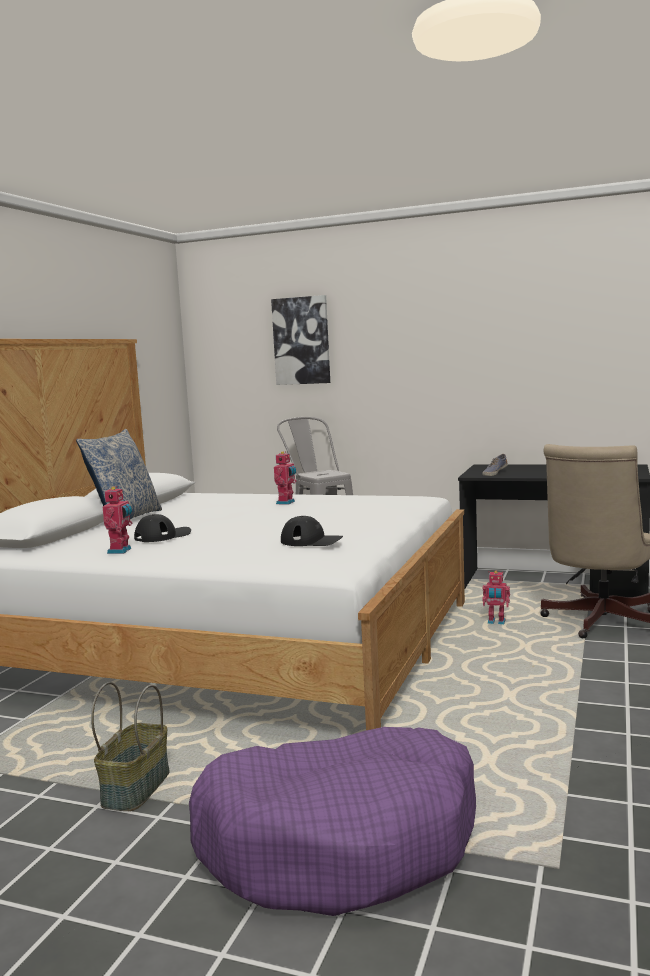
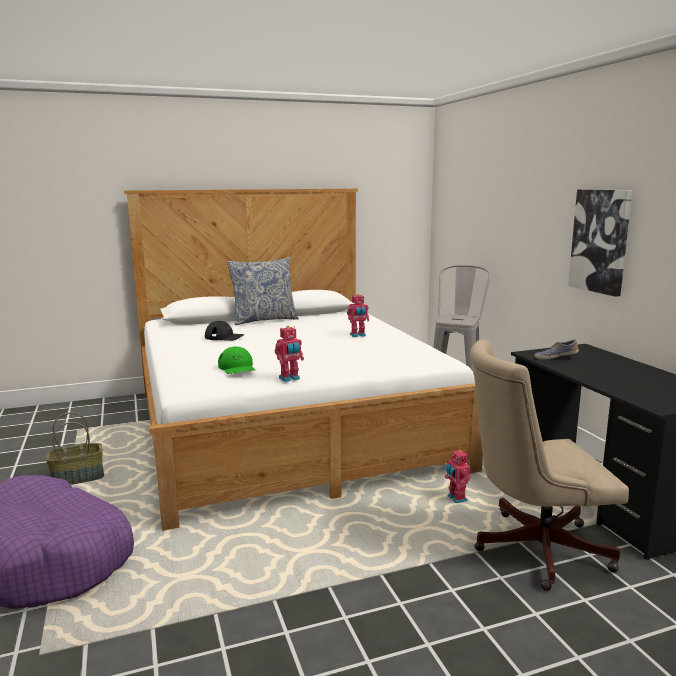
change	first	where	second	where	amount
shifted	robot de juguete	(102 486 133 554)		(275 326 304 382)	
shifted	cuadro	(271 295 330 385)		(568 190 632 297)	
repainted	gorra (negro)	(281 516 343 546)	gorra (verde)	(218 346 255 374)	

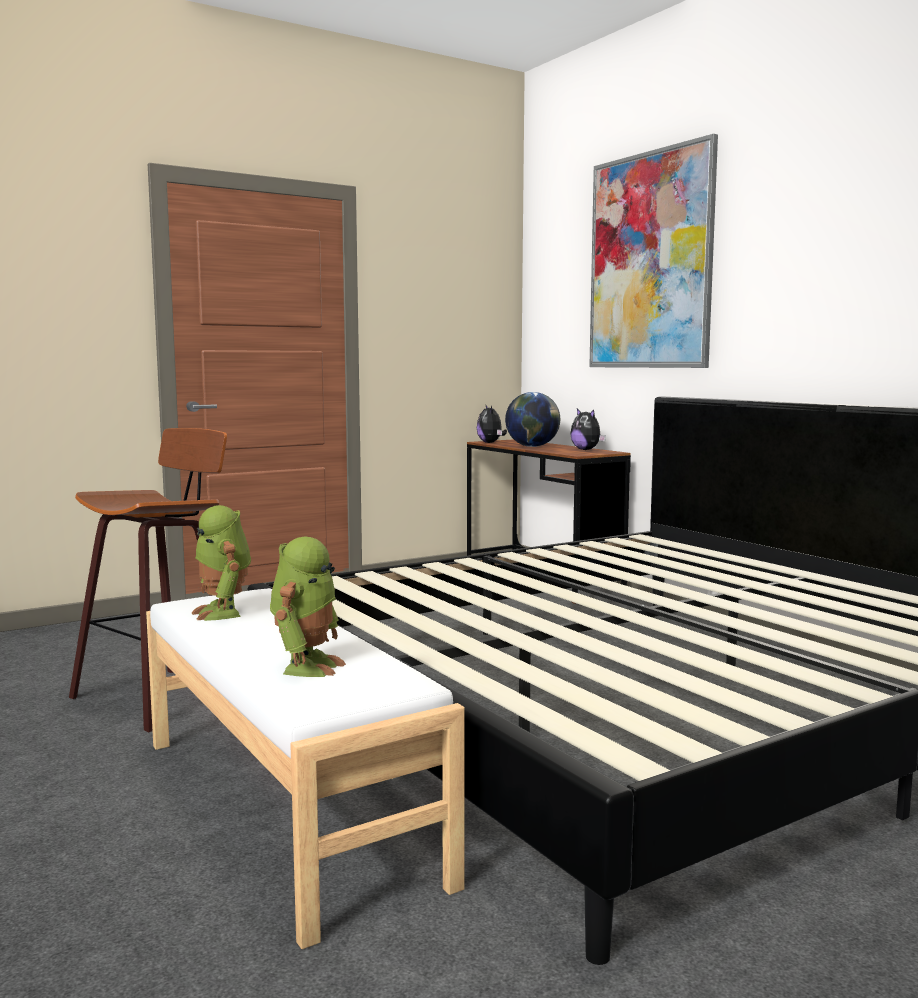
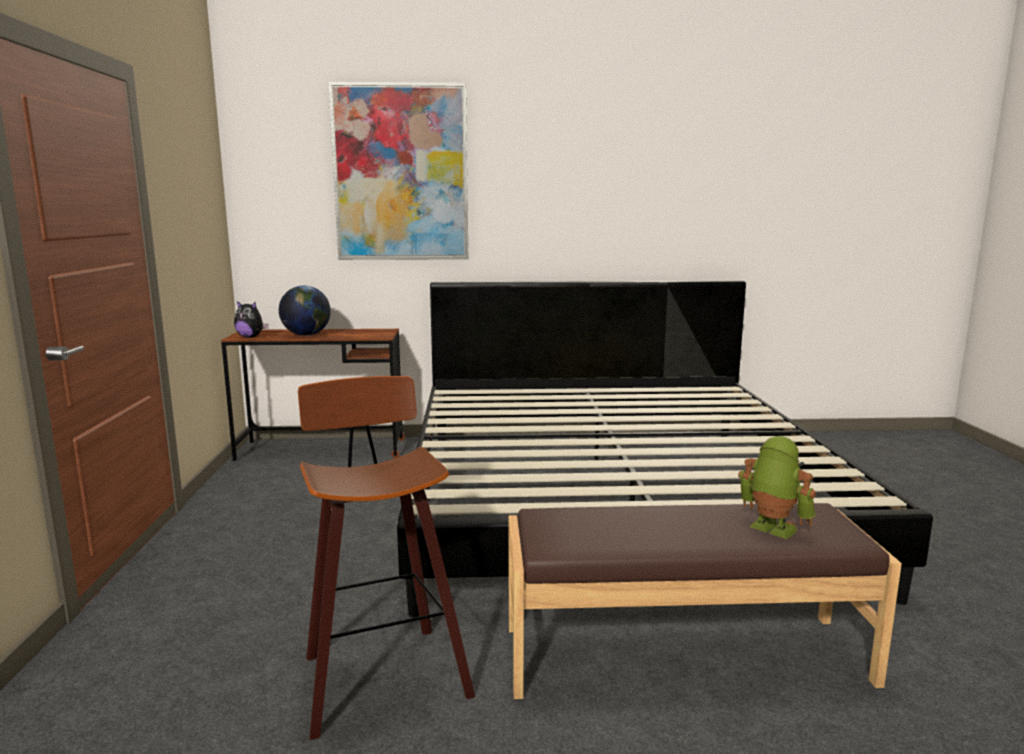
change	first	where	second	where	amount
gone	robot de juguete	(191 505 251 621)			
gone	peluche	(570 409 606 450)			
repainted	banco (blanco)	(146 588 465 949)	banco (marrón)	(509 503 902 699)	

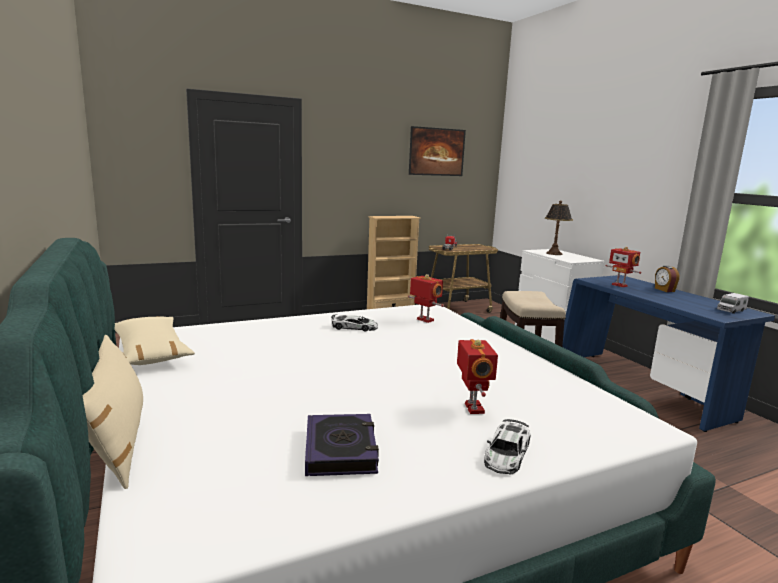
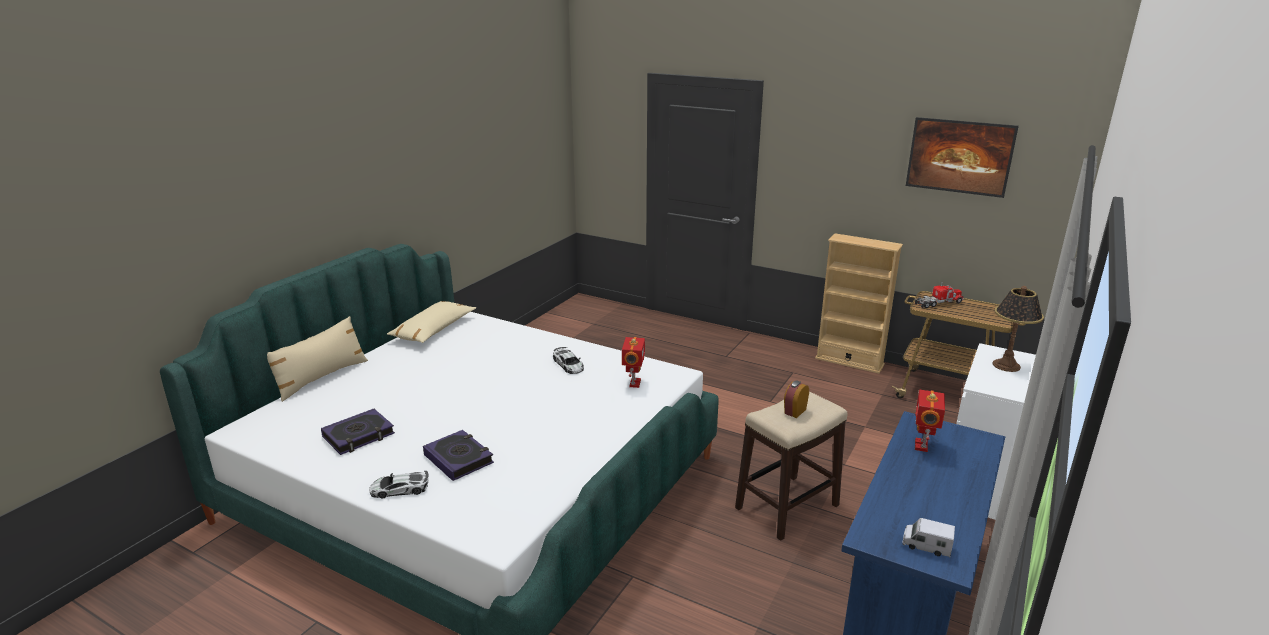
change	first	where	second	where	amount
shifted	despertador	(655 266 679 292)		(784 381 809 418)	
swapped	robot de juguete	(457 339 498 414)	libro	(423 430 494 481)	

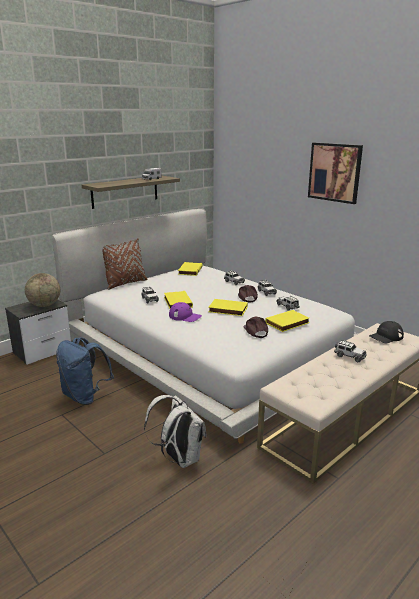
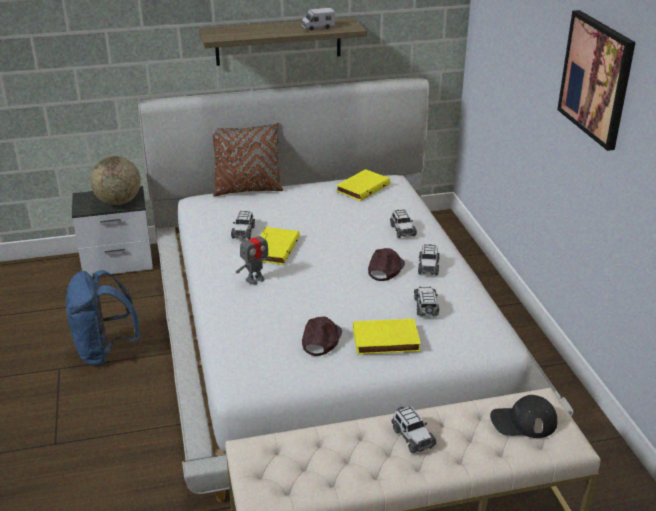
change	first	where	second	where	amount
gone	mochila (blanco)	(144 395 206 468)			
gone	libro (amarillo)	(208 299 248 316)			
swapped	gorra (morado)	(169 302 202 322)	robot de juguete	(236 228 272 284)	

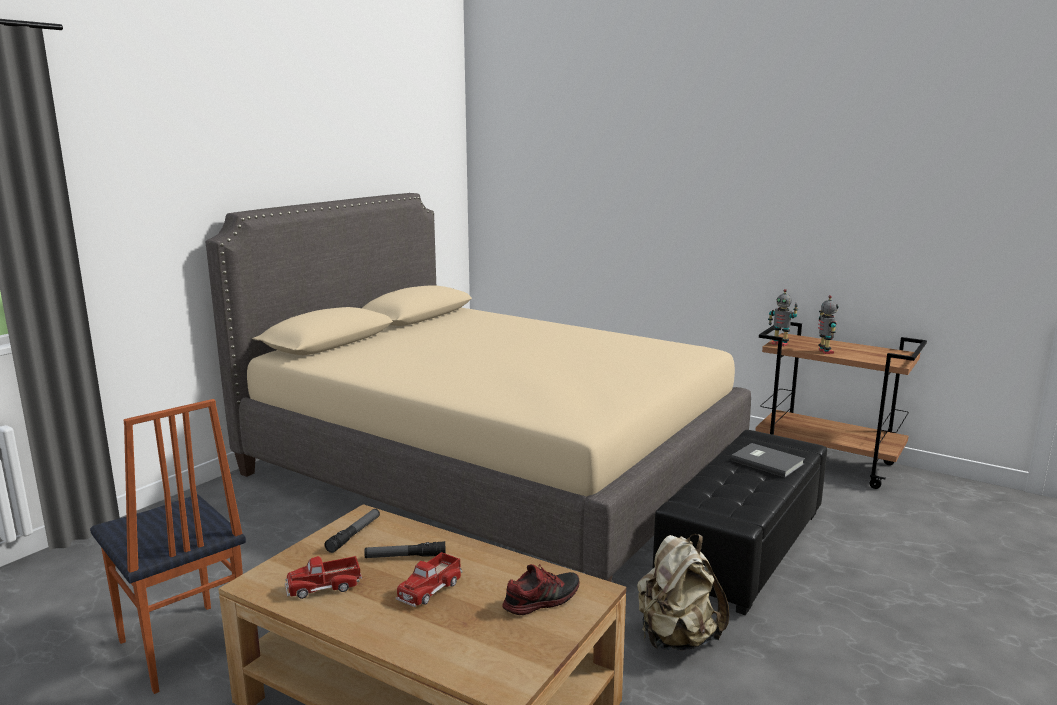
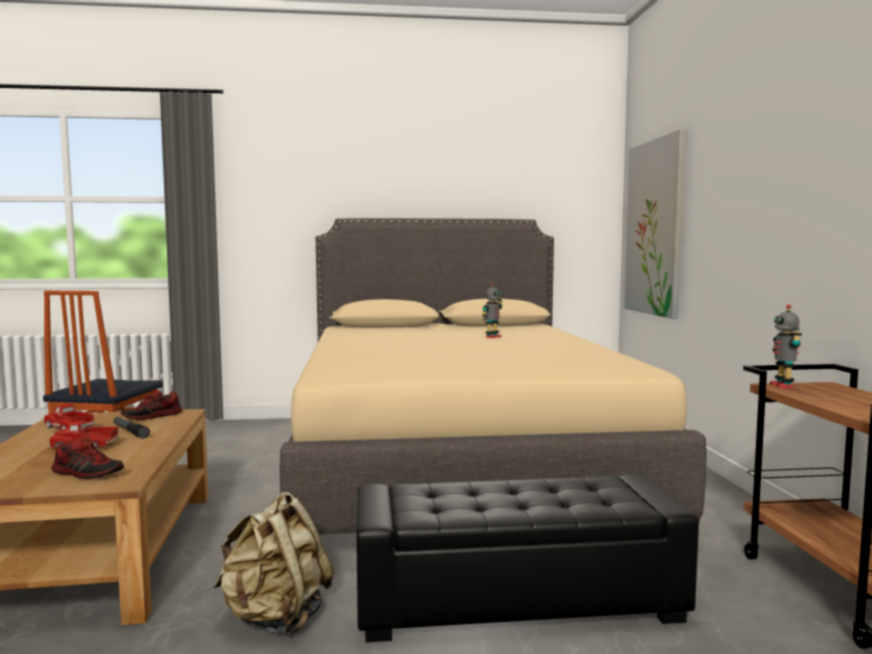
change	first	where	second	where	amount
gone	libro (gris)	(731 443 805 477)			
new			cuadro	(624 129 686 319)	
shifted	robot de juguete	(818 295 839 354)		(482 283 502 338)	
swapped	linterna	(324 509 380 553)	zapato	(121 389 182 420)	

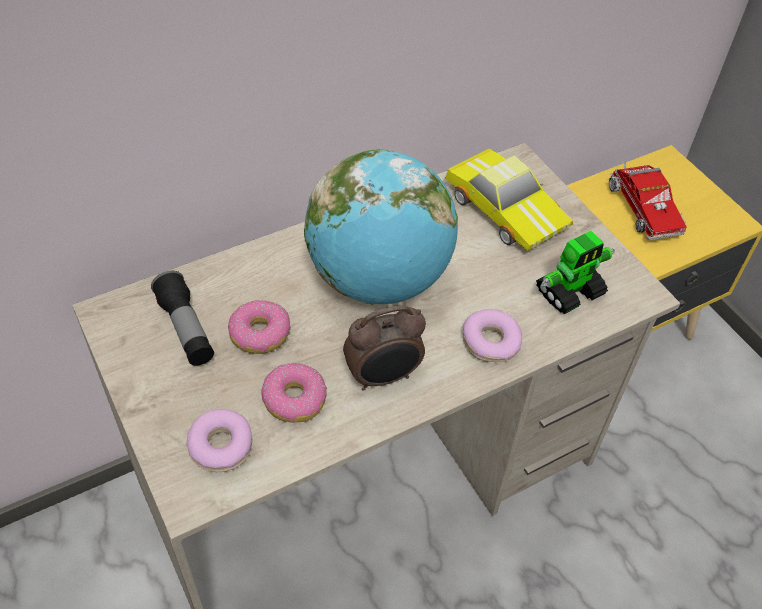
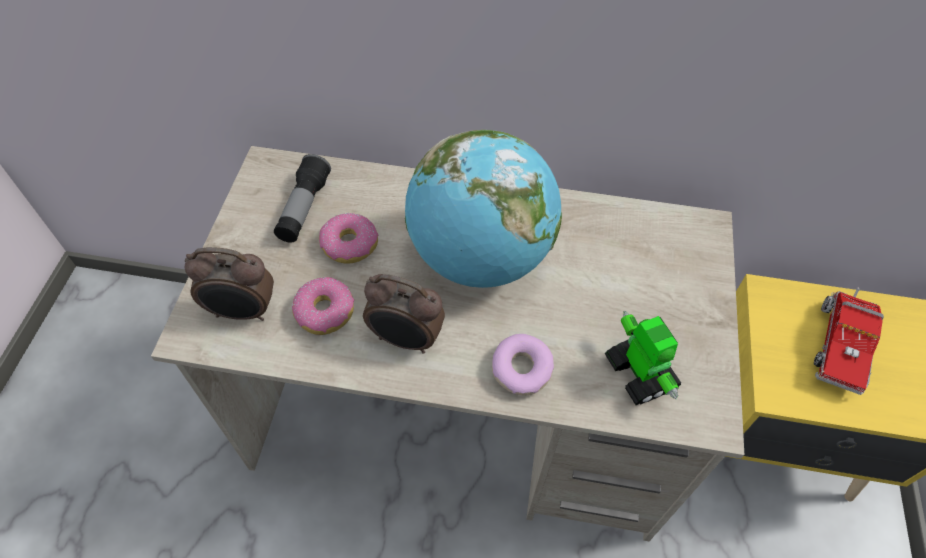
change	first	where	second	where	amount
gone	coche de juguete	(445 149 573 251)			
swapped	rosquilla	(186 409 252 472)	despertador	(185 247 274 321)	
rotated	robot de juguete	(536 231 615 314)		(605 311 681 405)	120 degrees counterclockwise

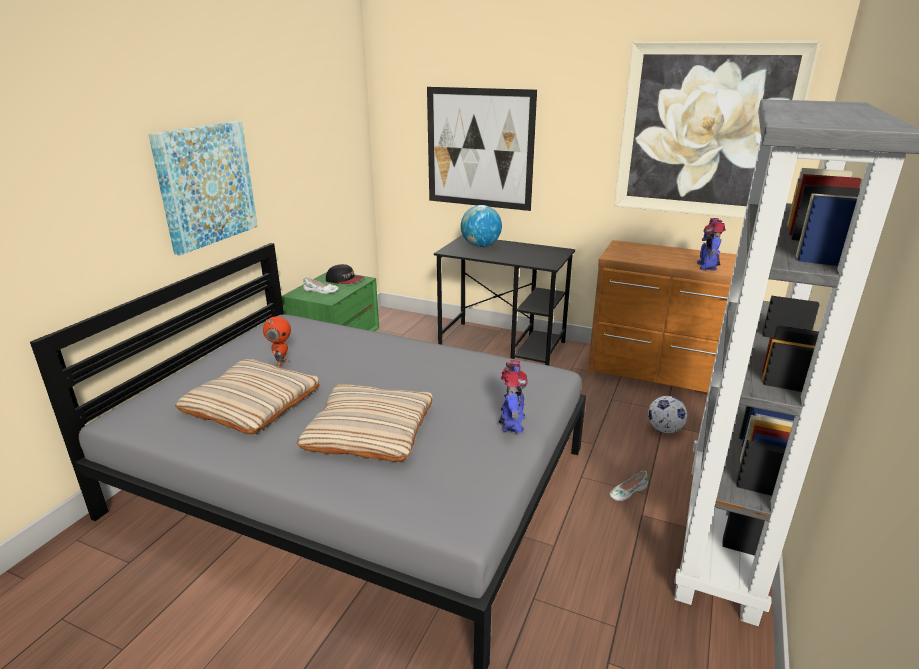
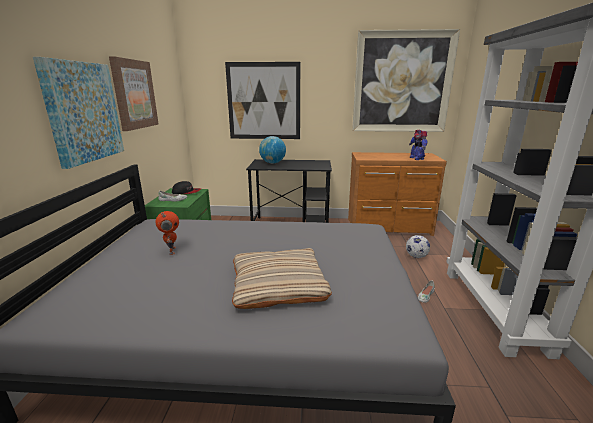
change	first	where	second	where	amount
gone	cojín (beis)	(175 359 320 434)			
gone	robot de juguete	(499 360 528 434)			
new			cuadro	(109 56 159 131)	

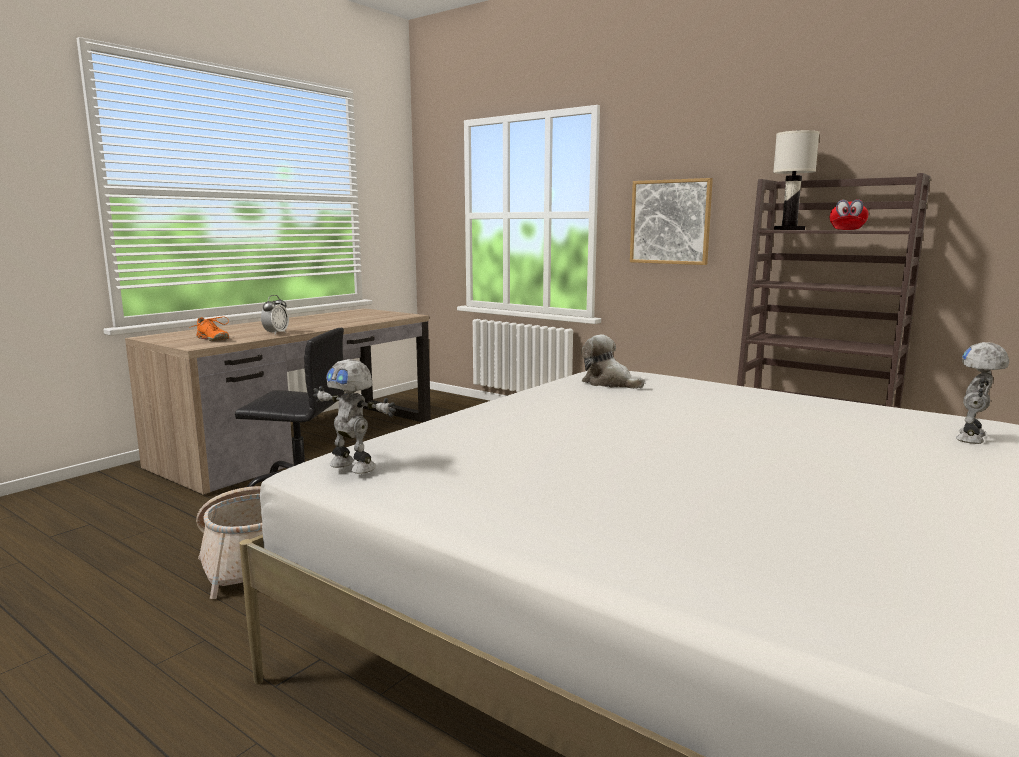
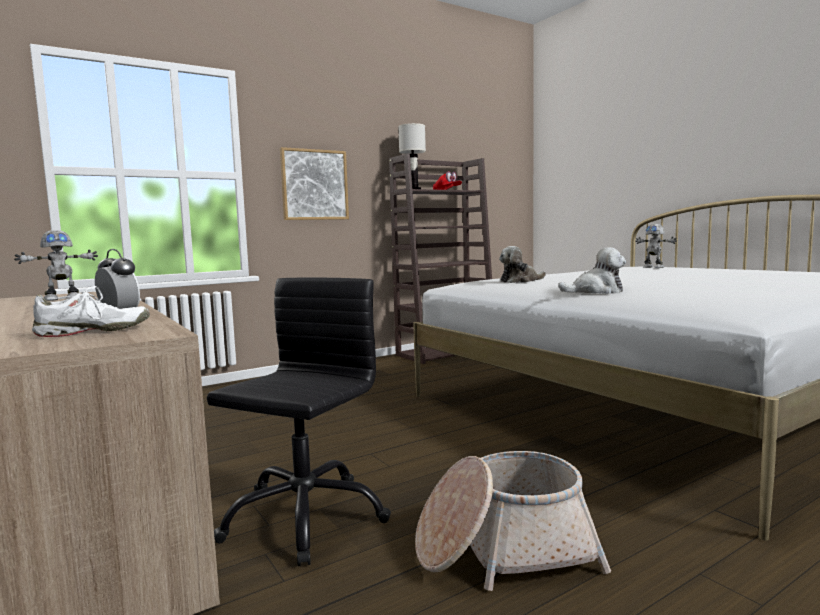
change	first	where	second	where	amount
new			peluche	(558 247 626 294)	
shifted	robot de juguete	(313 359 396 474)		(14 230 98 301)	
repainted	zapato (naranja)	(190 316 229 341)	zapato (blanco)	(32 286 150 337)	

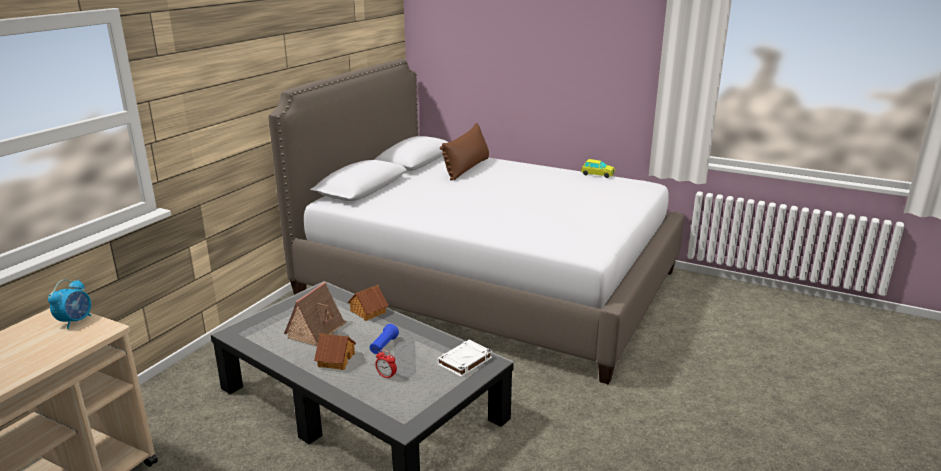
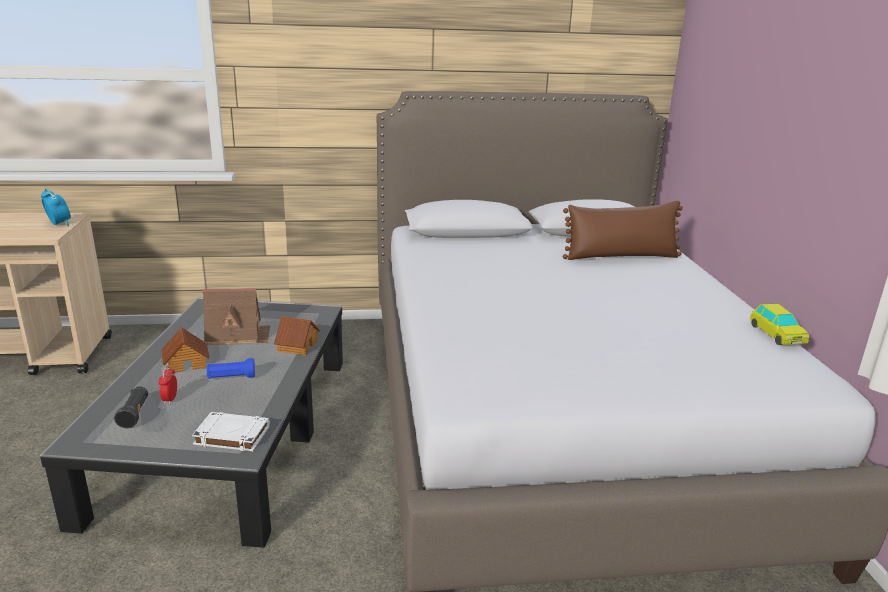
change	first	where	second	where	amount
new			linterna (negro)	(114 386 148 428)	
rotated	despertador	(48 280 91 329)		(41 188 71 226)	120 degrees counterclockwise

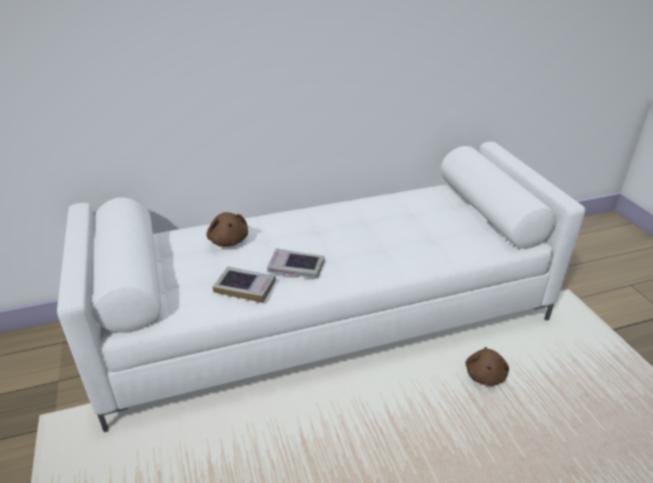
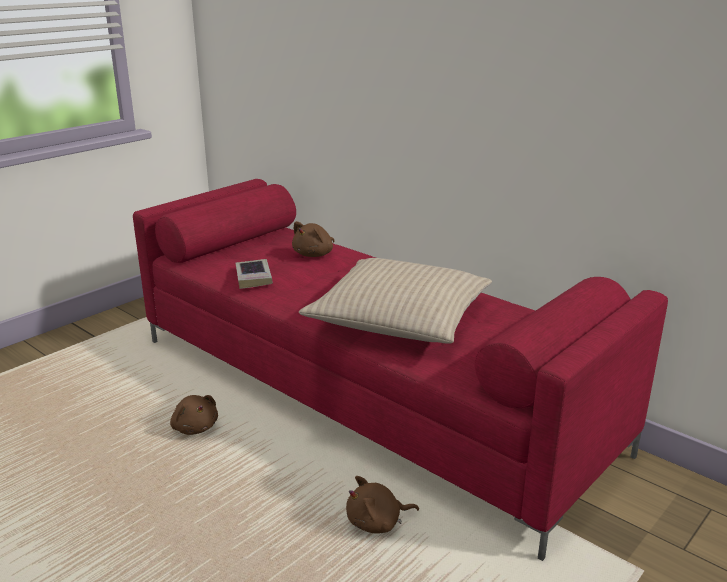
change	first	where	second	where	amount
gone	libro	(267 248 325 279)			
new			peluche (marrón)	(170 395 218 435)	
new			cojín (beis)	(299 258 492 344)	
repainted	sofá (blanco)	(57 142 585 432)	sofá (rojo)	(133 179 668 561)	

